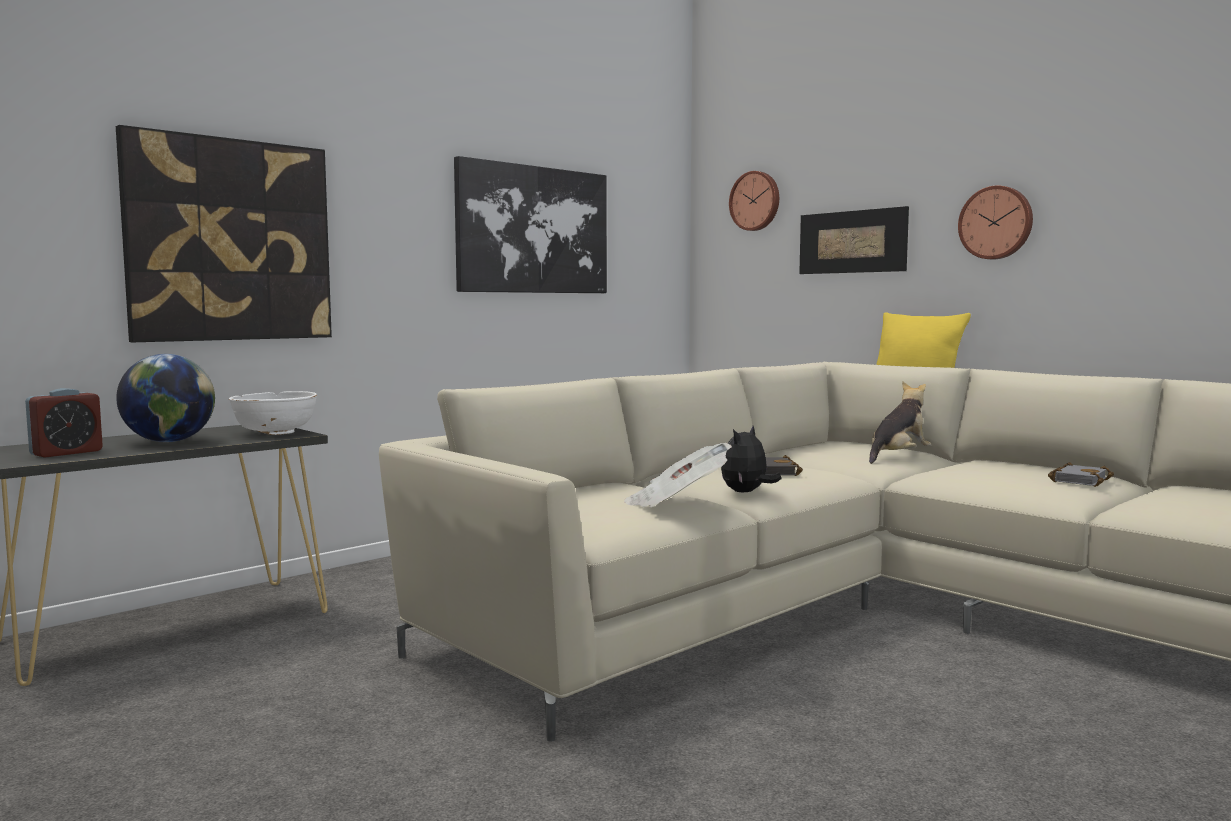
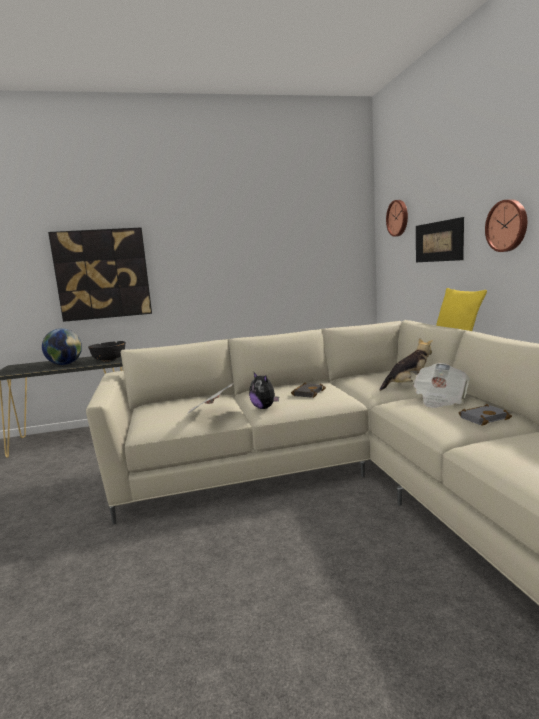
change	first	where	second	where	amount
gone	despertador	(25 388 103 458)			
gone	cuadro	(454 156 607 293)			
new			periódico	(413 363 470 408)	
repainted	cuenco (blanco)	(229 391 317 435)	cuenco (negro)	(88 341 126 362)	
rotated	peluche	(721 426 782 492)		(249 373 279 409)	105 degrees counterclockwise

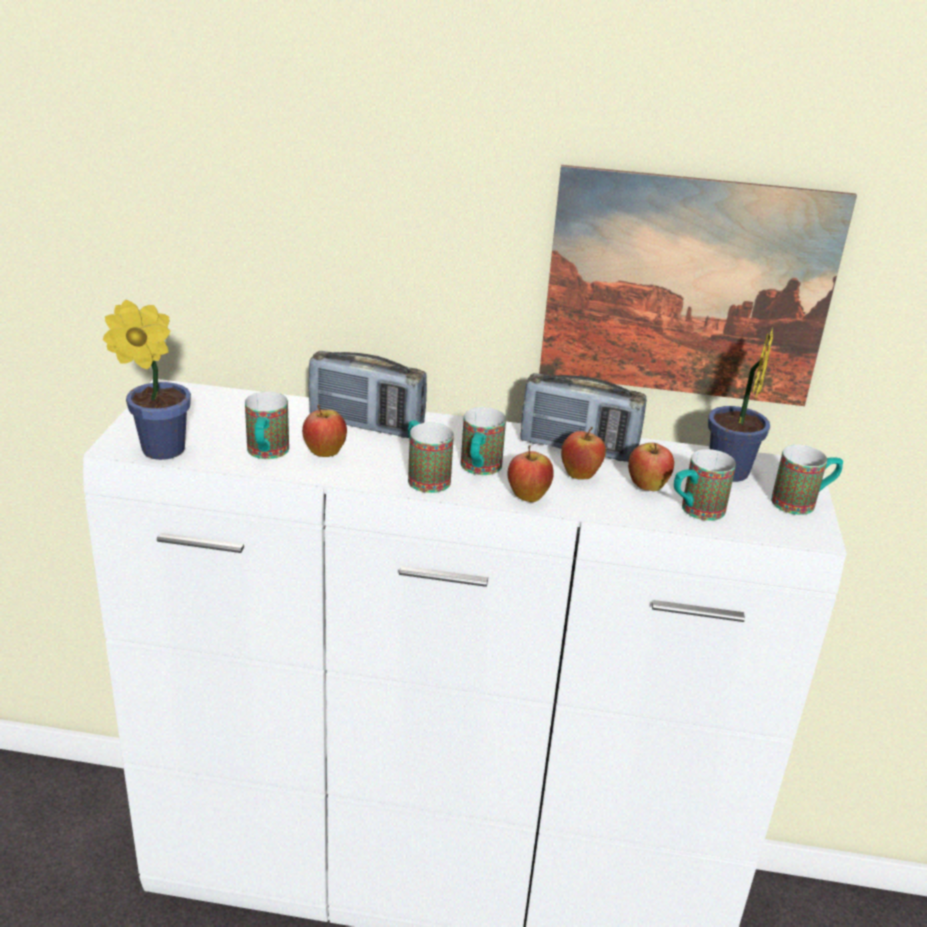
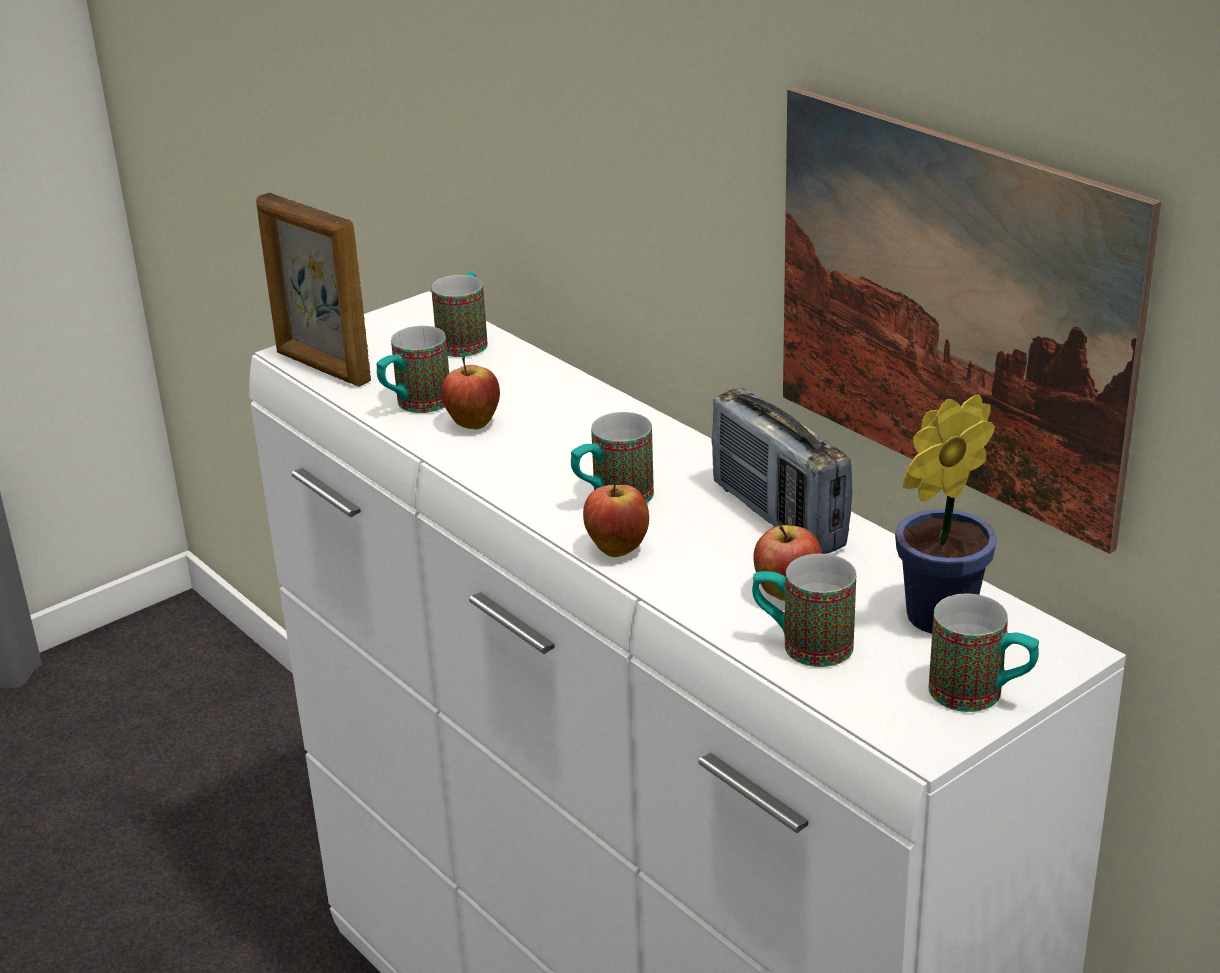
change	first	where	second	where	amount
gone	radio	(308 351 427 438)			
gone	manzana	(561 427 606 479)			
shifted	taza grande	(408 420 454 493)		(431 272 488 357)	
swapped	planta en maceta	(103 300 191 460)	portarretratos	(256 193 371 387)	

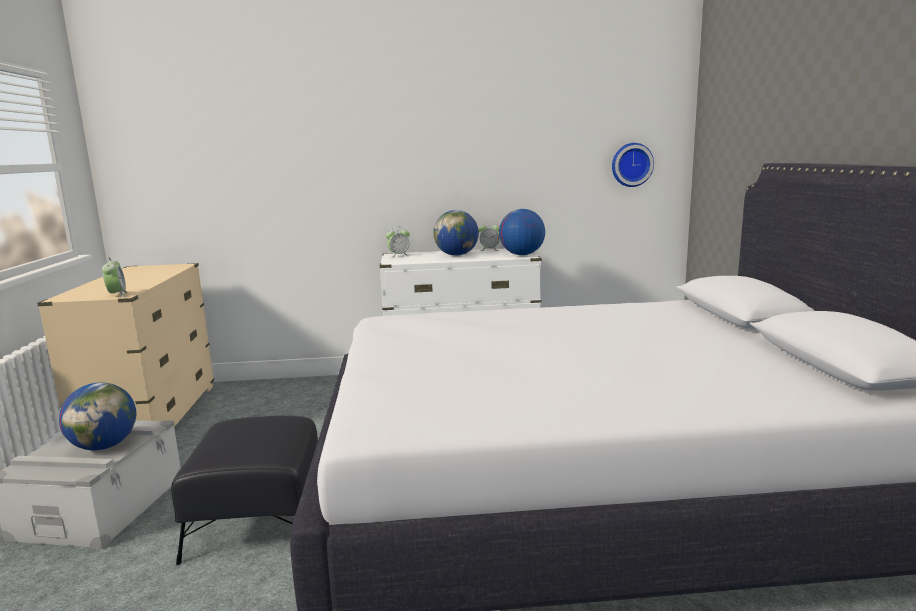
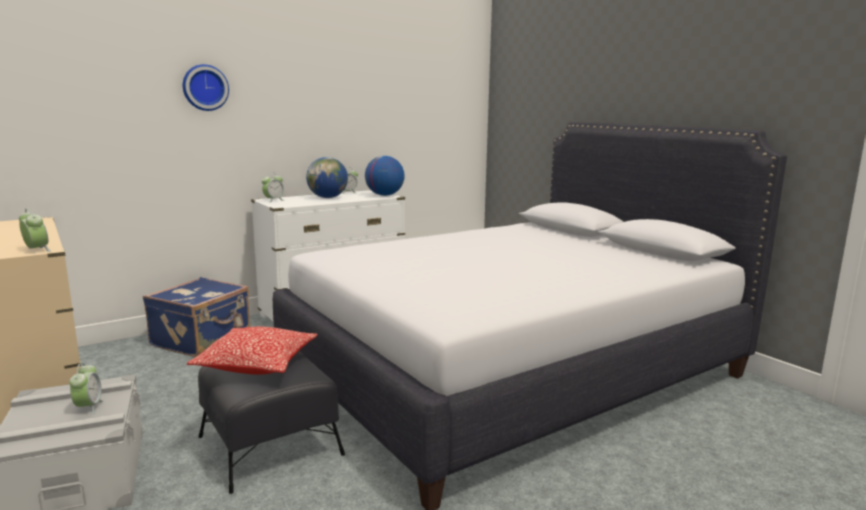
change	first	where	second	where	amount
new			maleta (azul)	(143 277 250 357)	
new			cojín	(187 327 318 375)	
shifted	reloj de pared	(612 143 654 187)		(183 64 229 111)	
swapped	globo terráqueo	(59 382 137 450)	despertador	(69 363 104 415)	

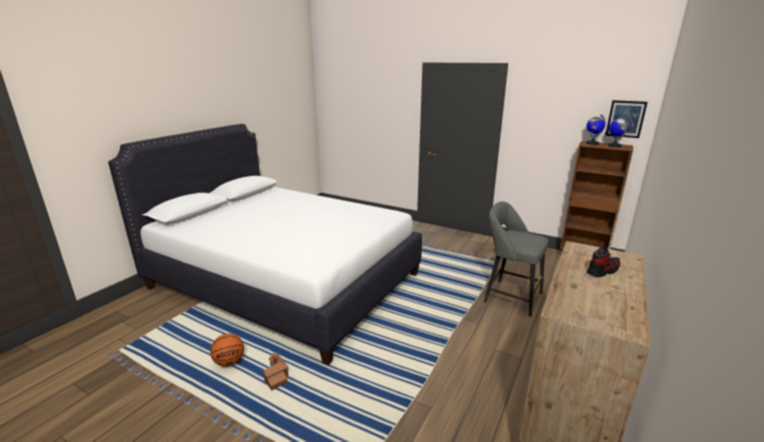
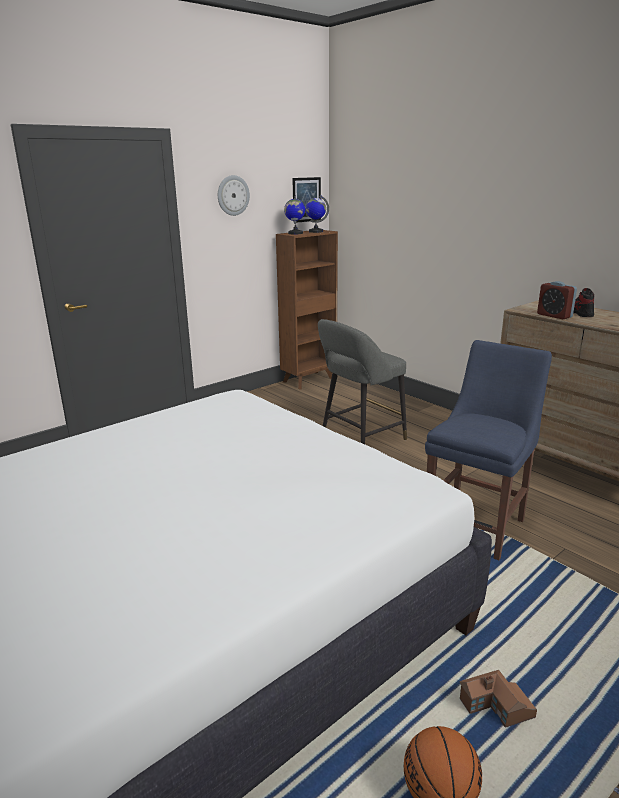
change	first	where	second	where	amount
new			reloj de pared	(218 175 250 216)	
new			silla (azul)	(425 340 552 560)	
new			despertador	(537 281 577 319)	

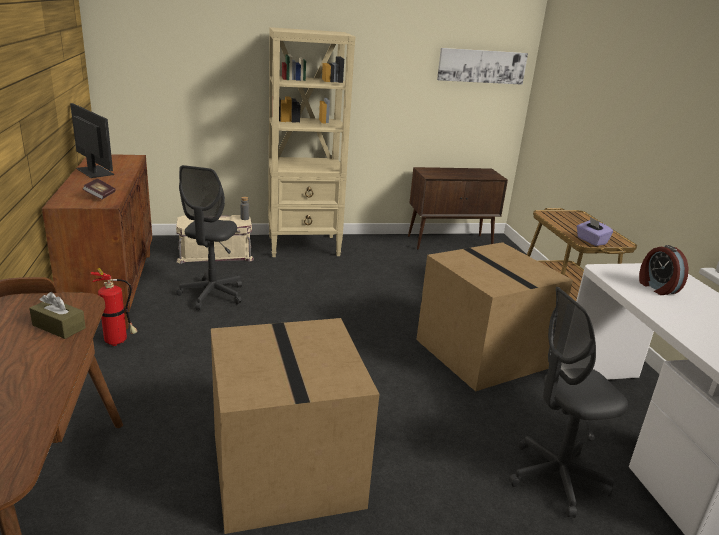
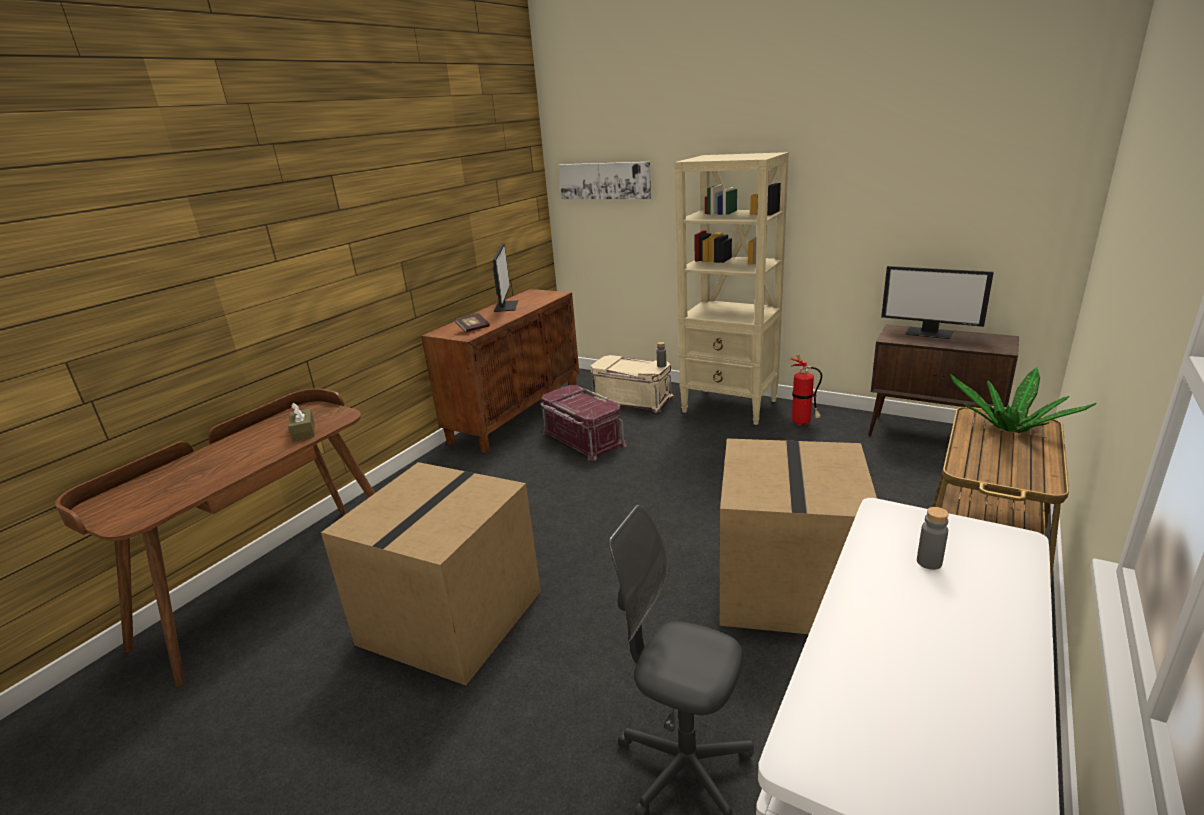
change	first	where	second	where	amount
gone	caja de pañuelos (morado)	(576 217 613 246)			
new			monitor	(881 266 994 339)	
new			planta en maceta	(950 367 1097 433)	
shifted	extintor	(90 268 137 346)		(791 355 822 426)	
shifted	cuadro	(437 48 528 85)		(559 162 651 199)	
swapped	silla de oficina (gris)	(176 165 242 311)	caja de almacenaje (rojo)	(541 385 627 460)	
swapped	despertador	(639 245 688 295)	botella (gris)	(917 507 949 570)	

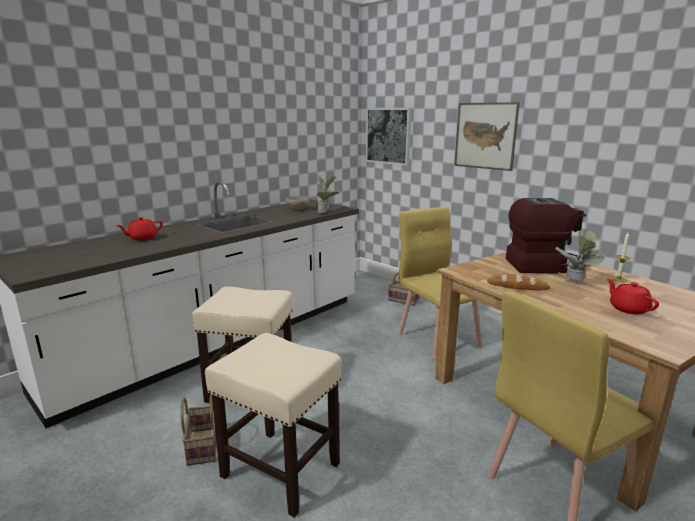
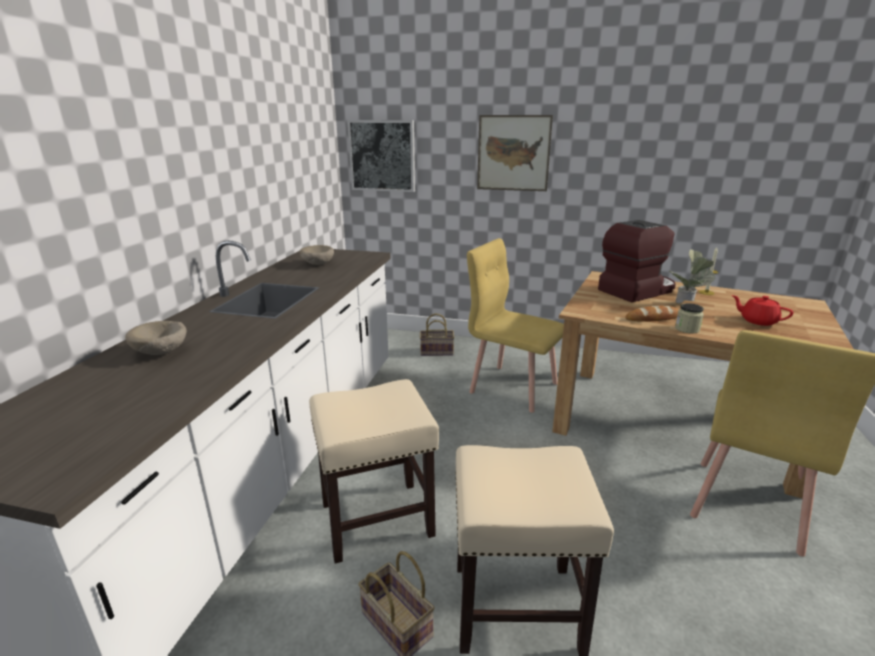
change	first	where	second	where	amount
gone	planta en maceta	(316 175 339 213)			
new			tarro	(675 303 704 334)	
swapped	tetera (rojo)	(116 217 163 240)	cuenco (beis)	(125 321 187 355)	

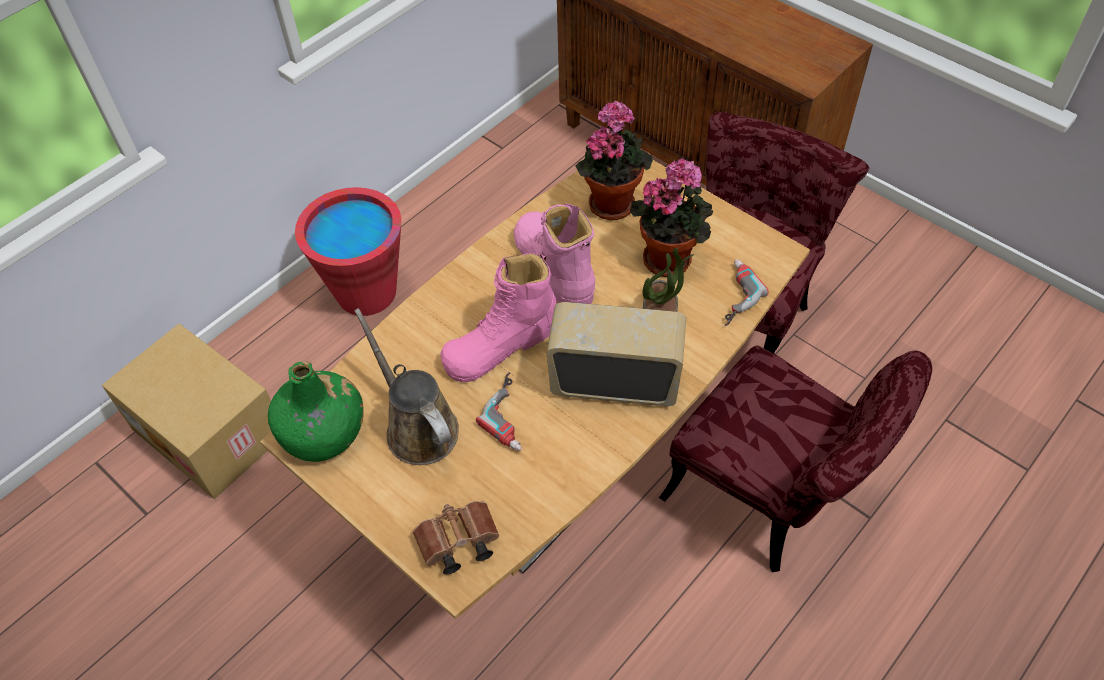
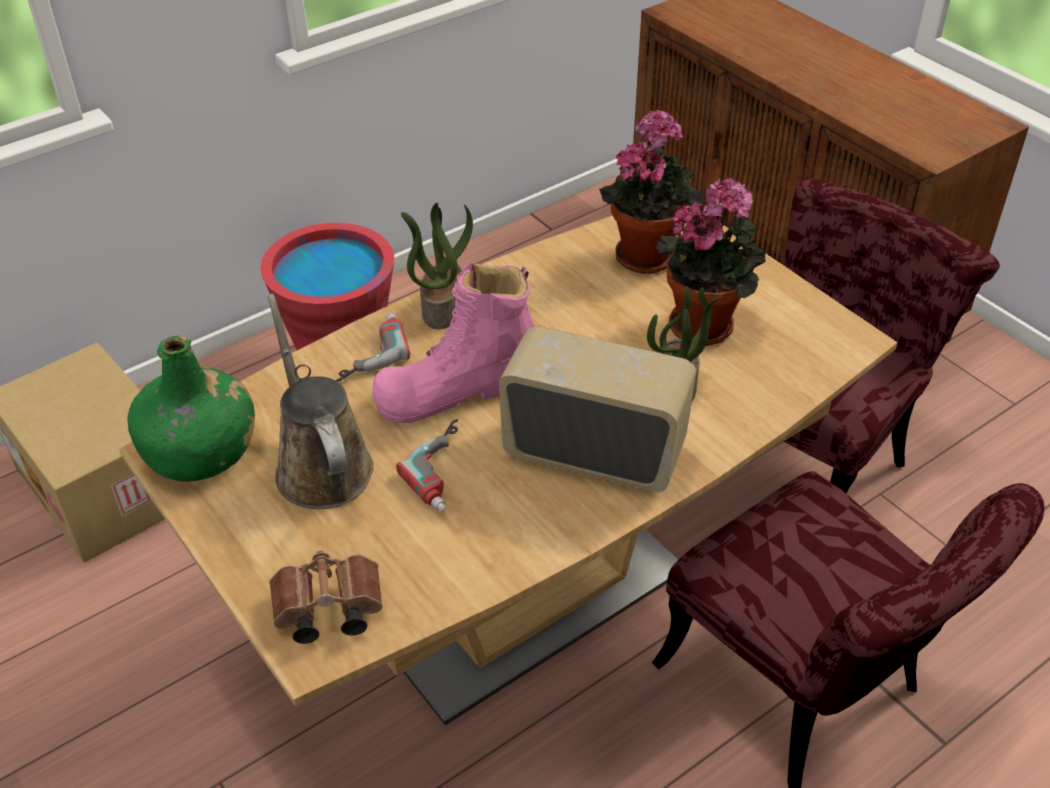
change	first	where	second	where	amount
gone	bota (rosa)	(514 203 595 304)			
new			planta en maceta	(401 203 473 329)	
shifted	taladro	(725 259 769 326)		(336 312 410 382)	

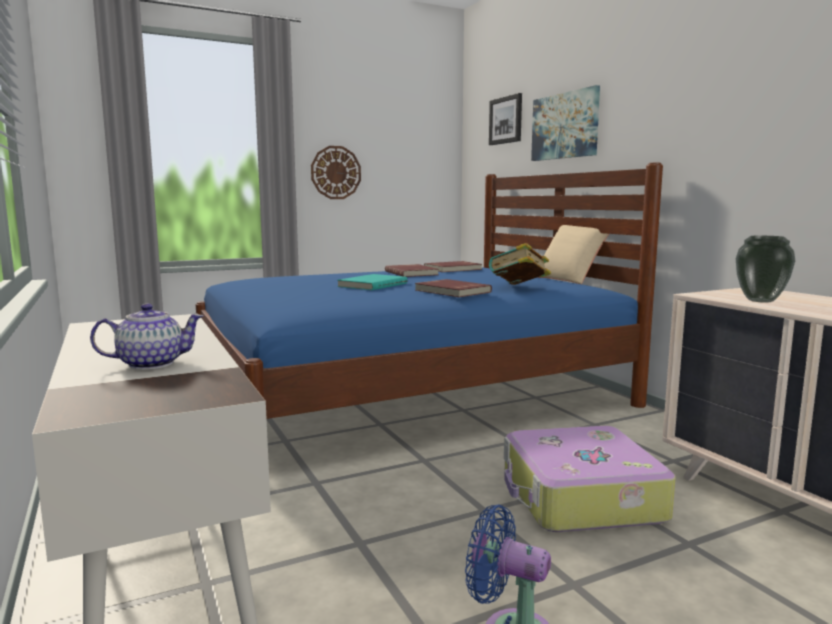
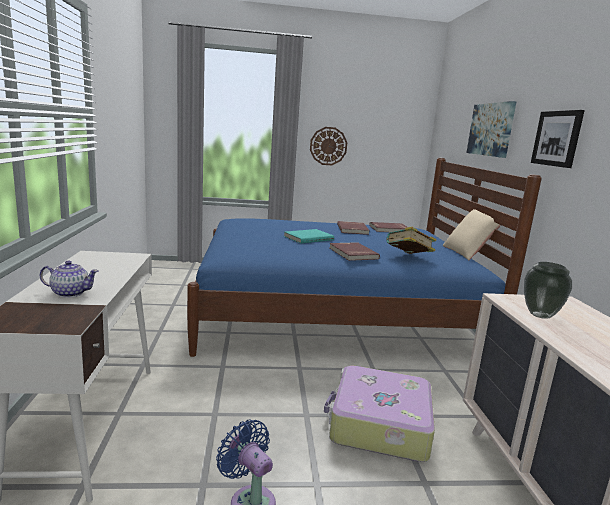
change	first	where	second	where	amount
shifted	cuadro	(489 93 522 145)		(531 110 585 168)	

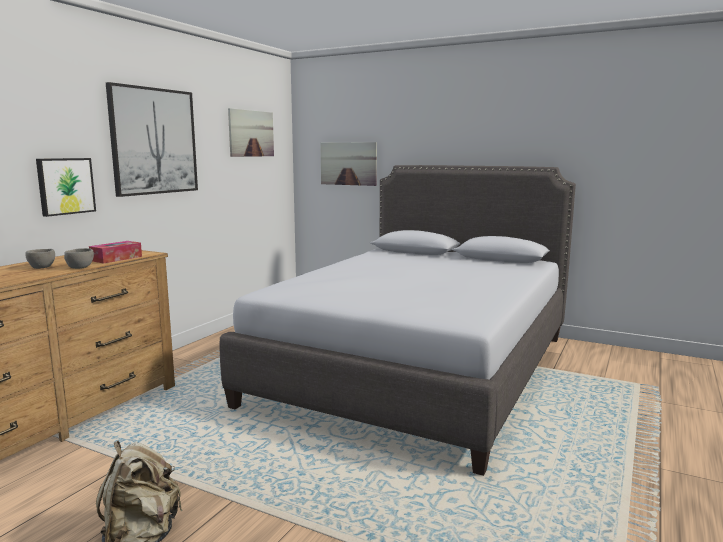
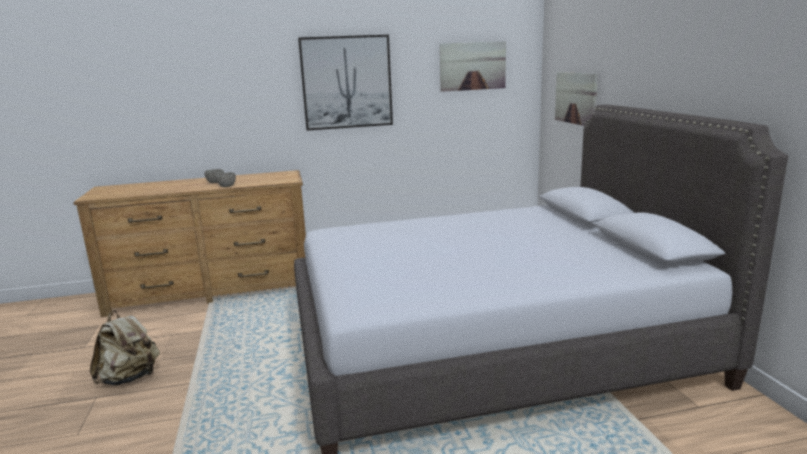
change	first	where	second	where	amount
gone	cuadro	(36 158 96 217)			
gone	caja de pañuelos	(89 241 142 264)			

